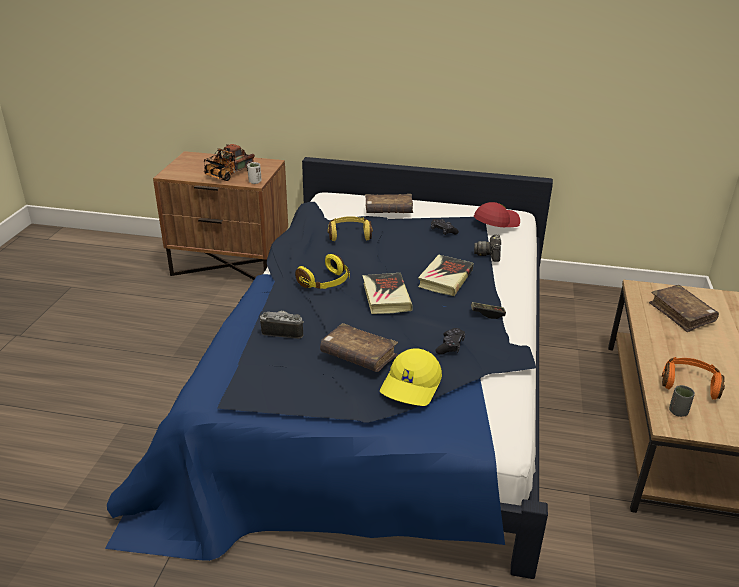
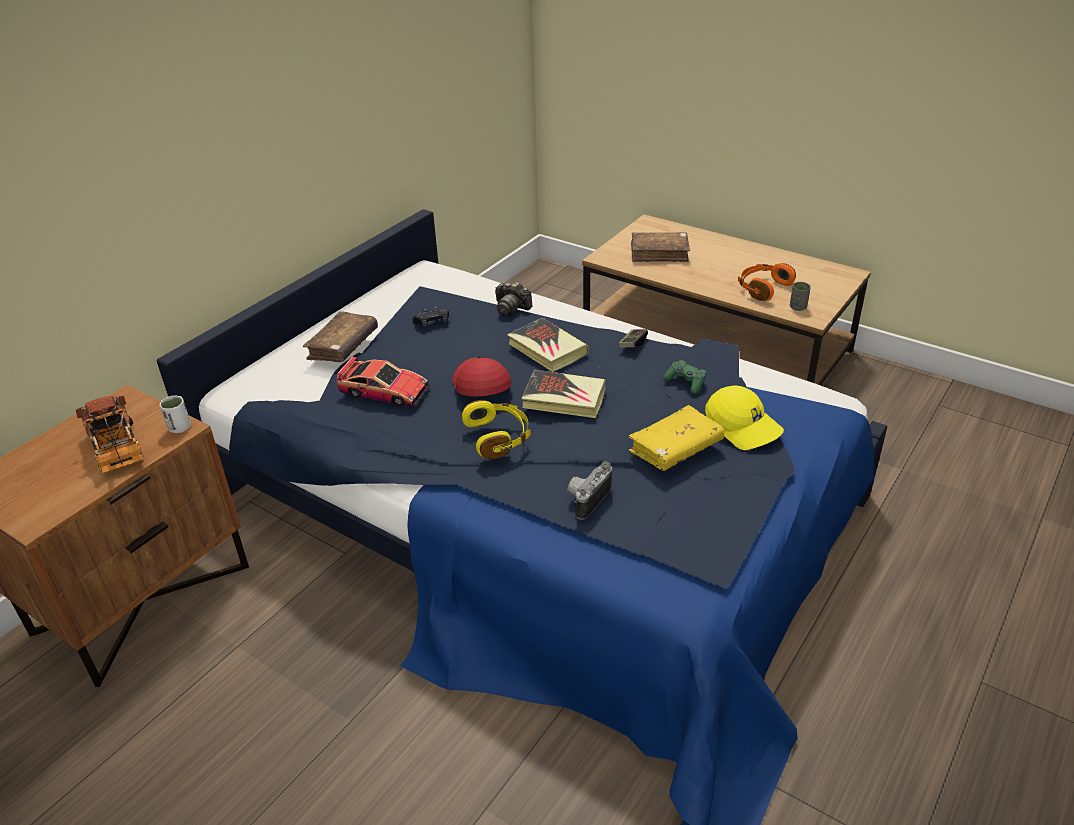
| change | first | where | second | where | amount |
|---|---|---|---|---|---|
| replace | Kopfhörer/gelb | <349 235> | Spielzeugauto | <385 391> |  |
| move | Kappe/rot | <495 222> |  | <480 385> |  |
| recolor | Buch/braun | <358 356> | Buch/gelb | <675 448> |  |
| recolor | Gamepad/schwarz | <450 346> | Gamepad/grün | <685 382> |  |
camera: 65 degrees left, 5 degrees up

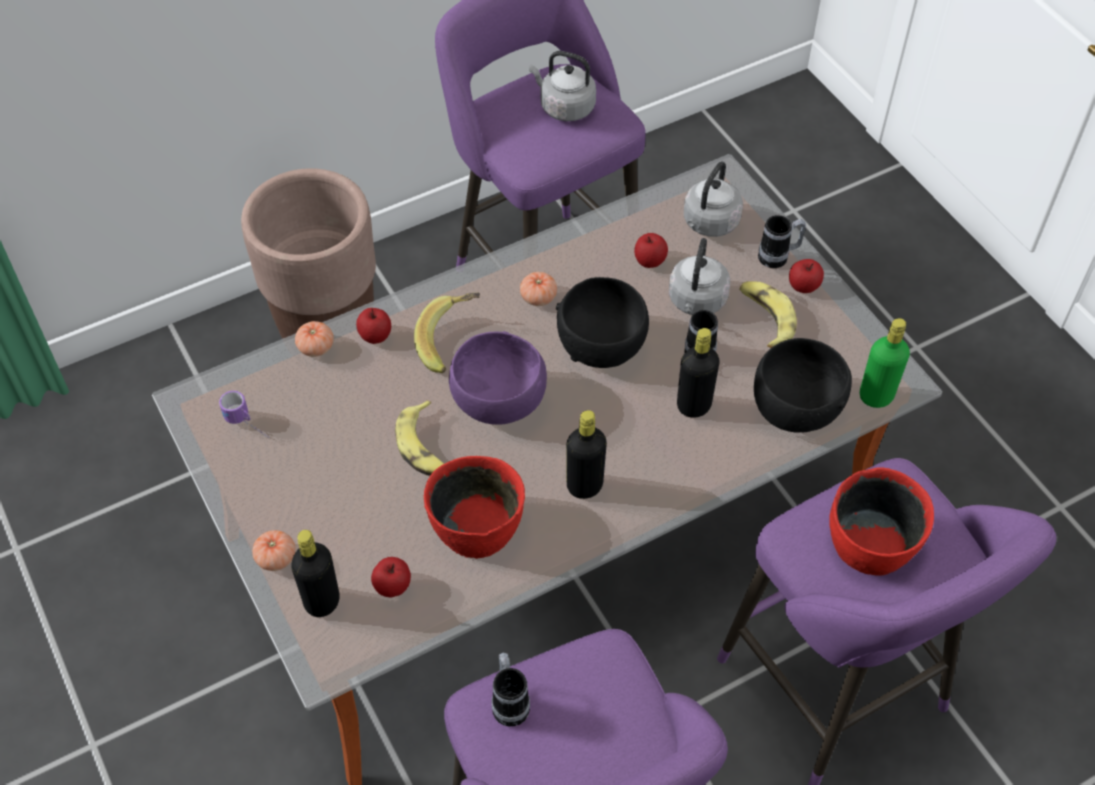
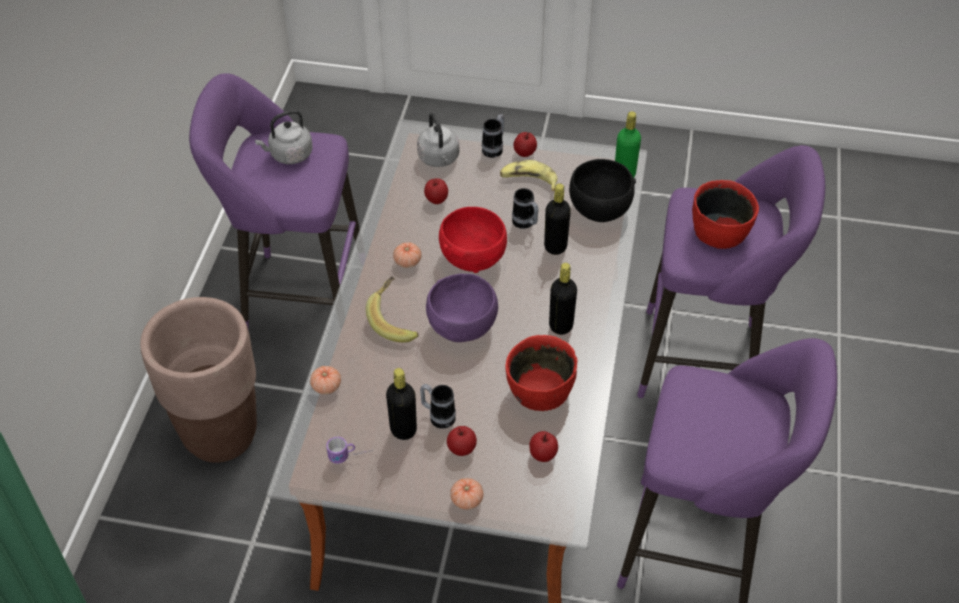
| change | first | where | second | where | amount |
|---|---|---|---|---|---|
| move | Flasche/schwarz | <322 601> |  | <403 429> |  |
| move | Henkelbecher | <509 702> |  | <438 416> |  |
| recolor | Schüssel/schwarz | <601 344> | Schüssel/rot | <472 256> |  |
| move | Apfel | <375 335> |  | <461 448> |  |
| delete | Banane | <424 447> |  |  |  |
| delete | Wasserkessel/grau | <696 302> |  |  |  |
camera: 50 degrees left, 5 degrees down

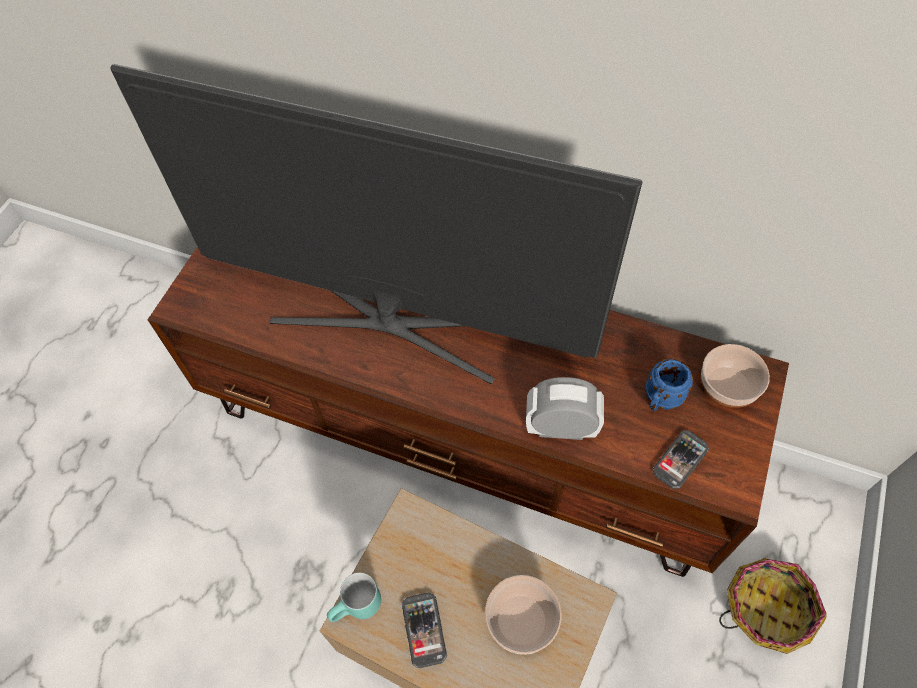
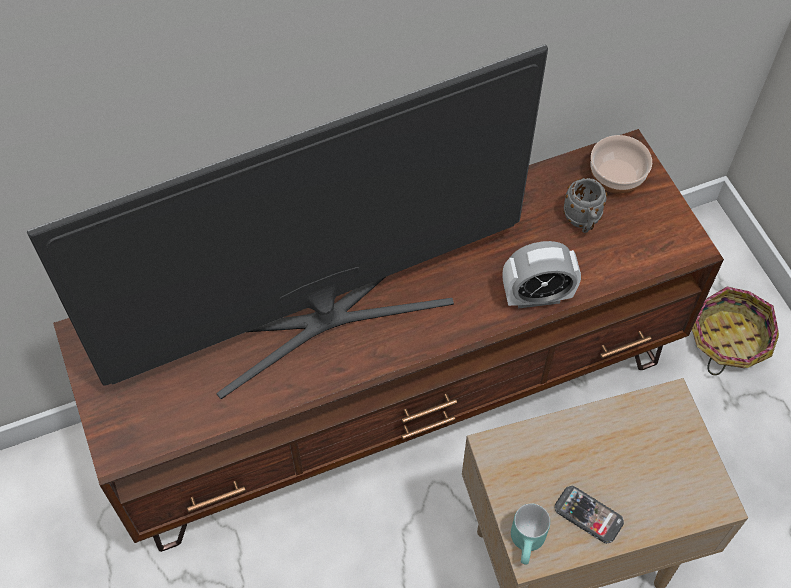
| change | first | where | second | where | amount |
|---|---|---|---|---|---|
| rotate | Wecker | <561 428> |  | <536 296> | 150 degrees counterclockwise |
| recolor | Henkelbecher/blau | <660 400> | Henkelbecher/grau | <582 221> |  |
| delete | Schüssel | <521 620> |  |  |  |
| delete | Handy | <680 460> |  |  |  |
camera: 45 degrees left, 0 degrees up

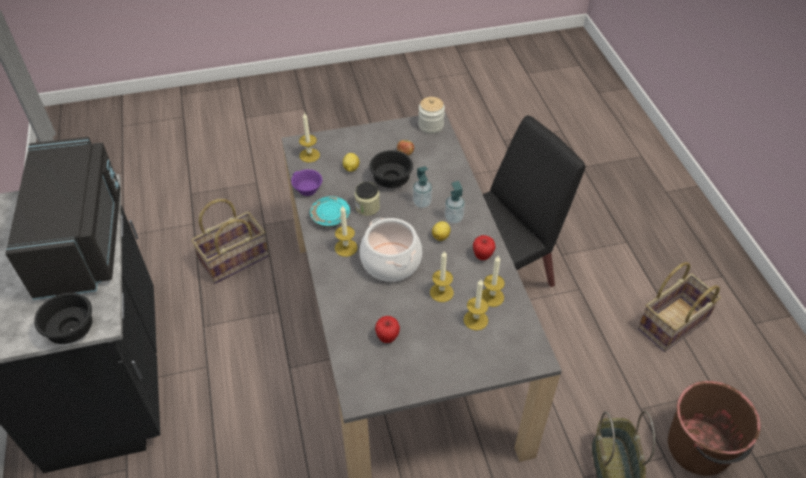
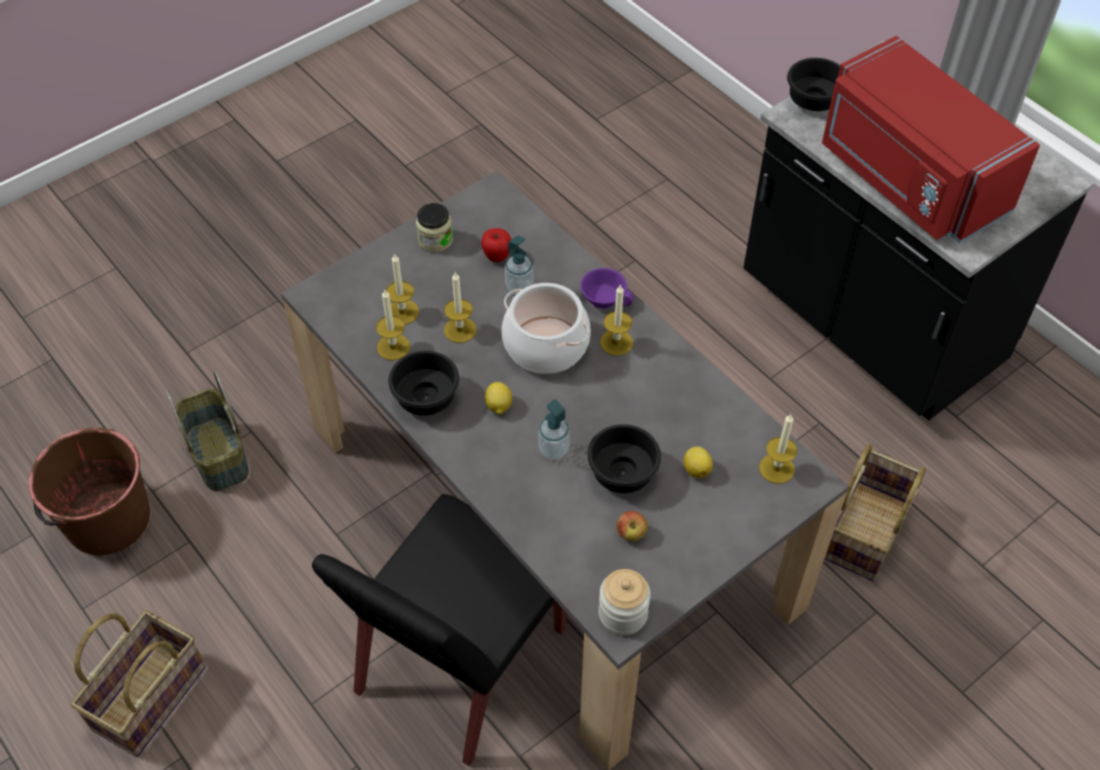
| change | first | where | second | where | amount |
|---|---|---|---|---|---|
| replace | Apfel | <482 256> | Schüssel/schwarz | <428 398> |  |
| move | Vorratsglas | <367 207> |  | <435 240> |  |
| move | Seifenspender | <453 218> |  | <519 287> |  |
| move | Tasse/lila | <306 189> |  | <605 297> |  |
| recolor | Mikrowelle/schwarz | <83 241> | Mikrowelle/rot | <908 179> |  |
| delete | Teller/türkis | <330 217> |  |  |  |
camera: 155 degrees right, 5 degrees up

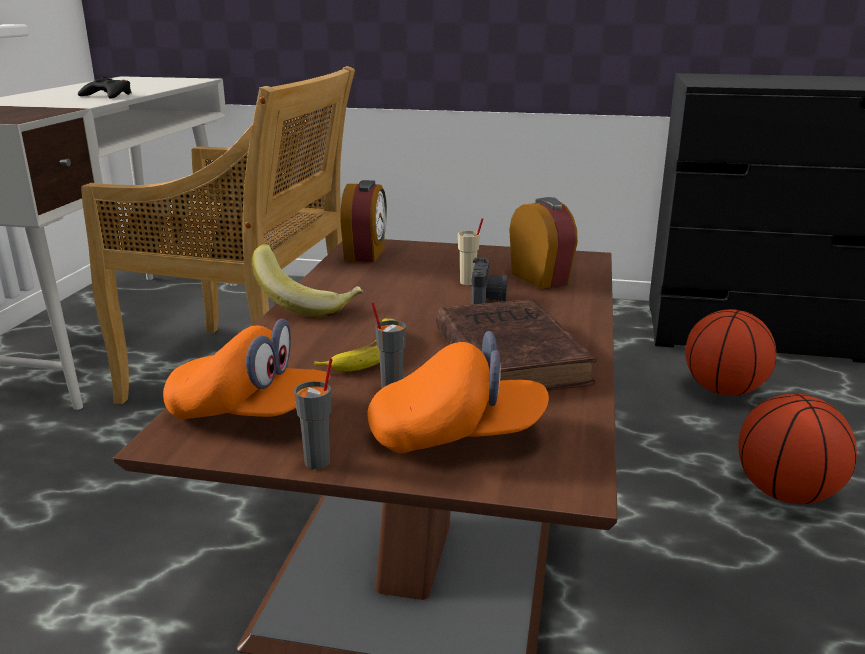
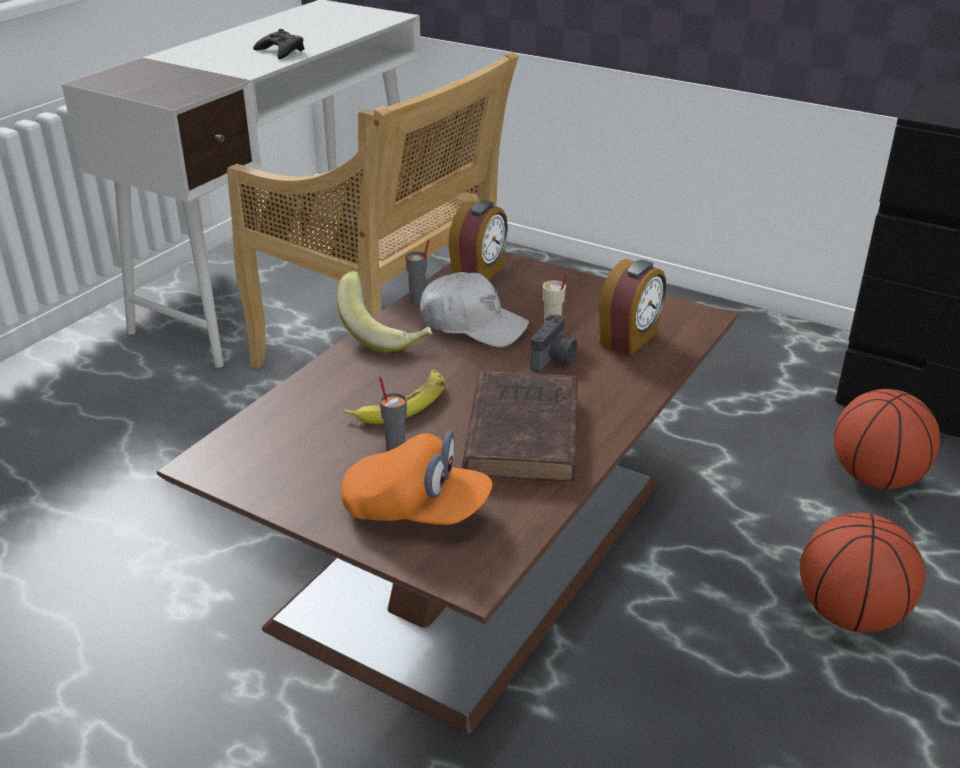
| change | first | where | second | where | amount |
|---|---|---|---|---|---|
| move | Tasse/grau | <318 461> |  | <418 300> |  |
| insert |  |  | Kappe/weiß | <473 325> |  |
| rotate | Wecker | <541 278> |  | <630 339> | 45 degrees clockwise |
| delete | Kappe/orange | <249 413> |  |  |  |
camera: 20 degrees right, 10 degrees up

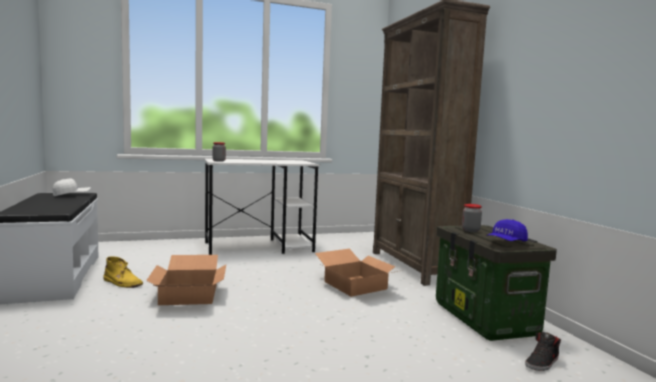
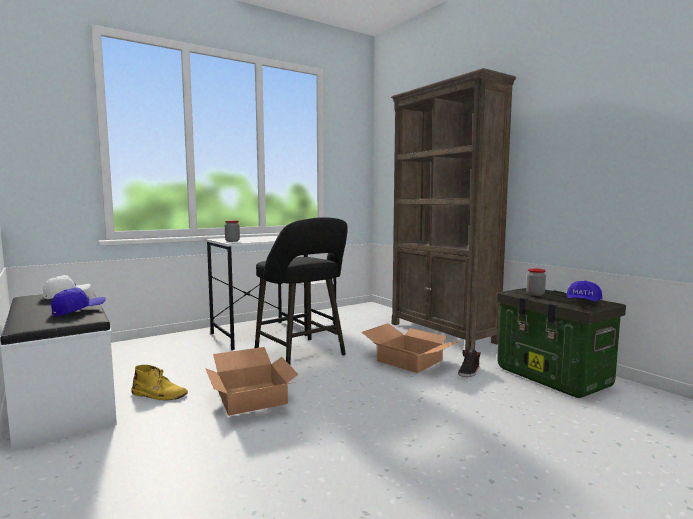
| change | first | where | second | where | amount |
|---|---|---|---|---|---|
| insert |  |  | Kappe/blau | <79 311> |  |
| insert |  |  | Hocker/schwarz | <302 355> |  |
| move | Schuh/schwarz | <542 363> |  | <469 372> |  |
camera: 15 degrees left, 0 degrees up

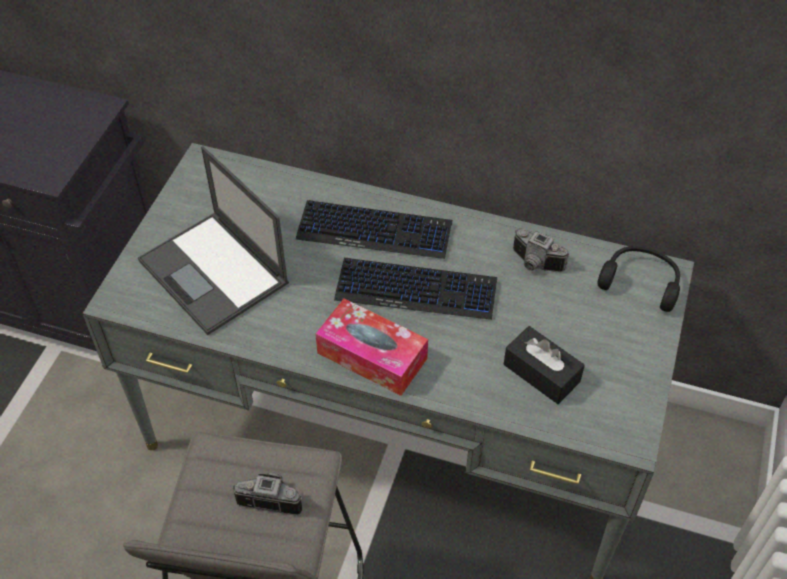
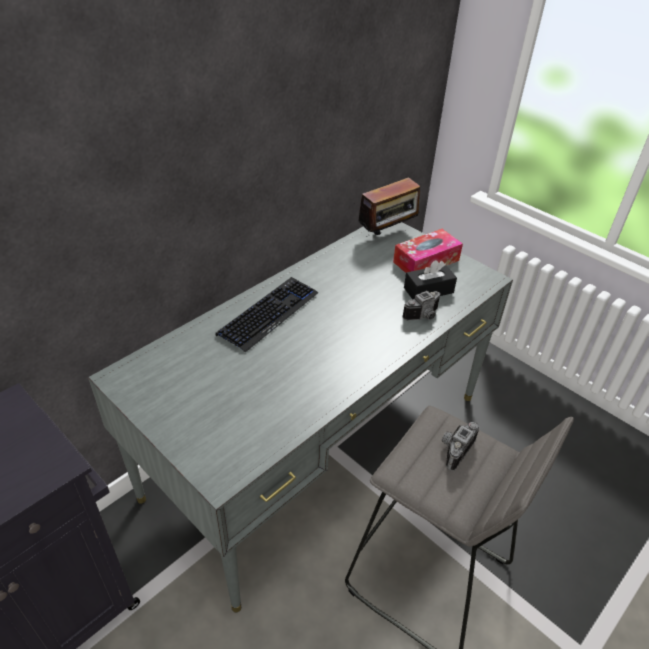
| change | first | where | second | where | amount |
|---|---|---|---|---|---|
| replace | Kopfhörer/schwarz | <640 282> | Radio | <388 234> |  |
| move | Taschentuchbox | <372 356> |  | <426 261> |  |
| move | Kamera | <534 264> |  | <424 316> |  |
| delete | Laptop | <215 273> |  |  |  |
| delete | Tastatur | <416 290> |  |  |  |
camera: 65 degrees left, 10 degrees down

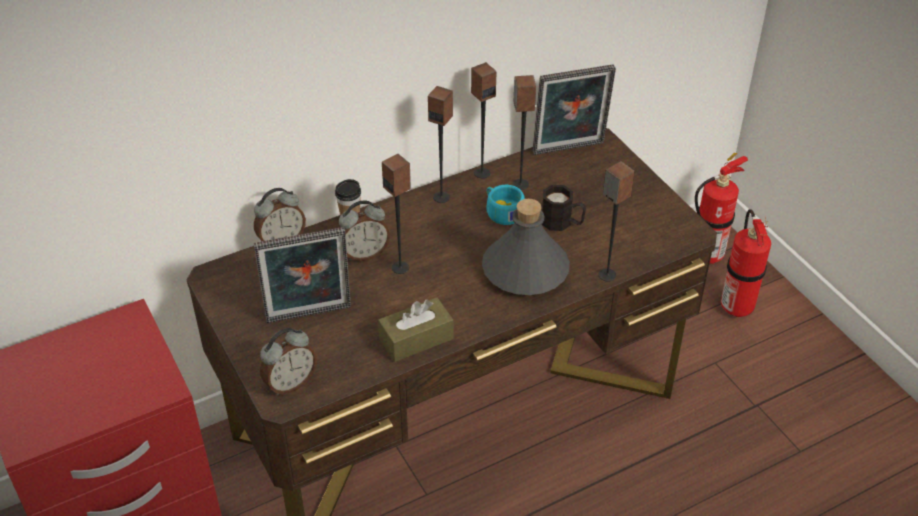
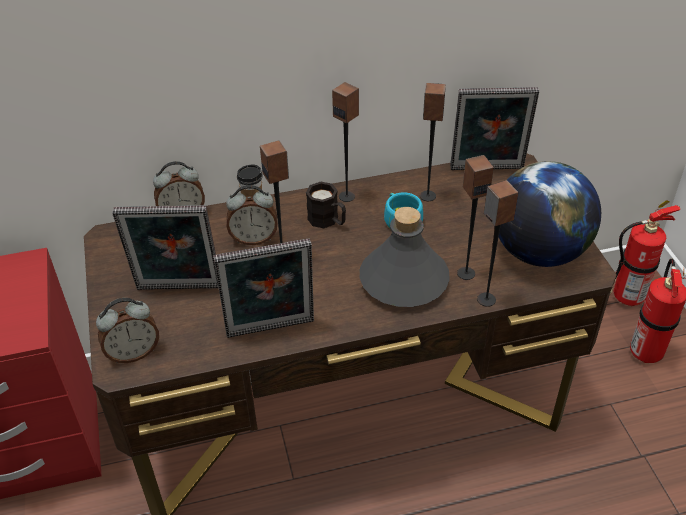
| change | first | where | second | where | amount |
|---|---|---|---|---|---|
| replace | Taschentuchbox/braun | <416 339> | Bilderrahmen | <271 331> |  |
| move | Henkelbecher/schwarz | <562 223> |  | <328 221> |  |
| move | Lautsprecher | <481 173> |  | <466 273> |  |
| insert |  |  | Globus | <538 252> |  |
camera: 15 degrees right, 0 degrees up

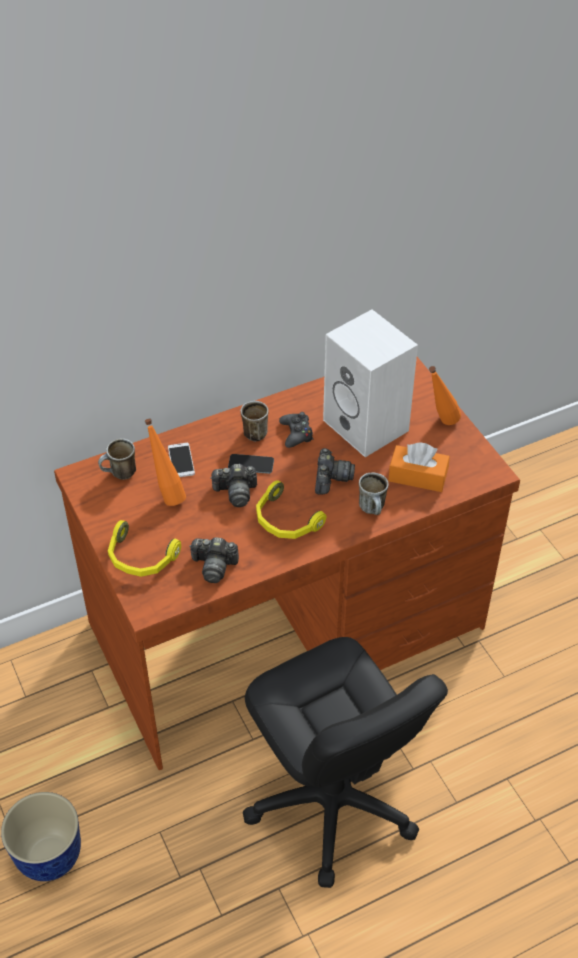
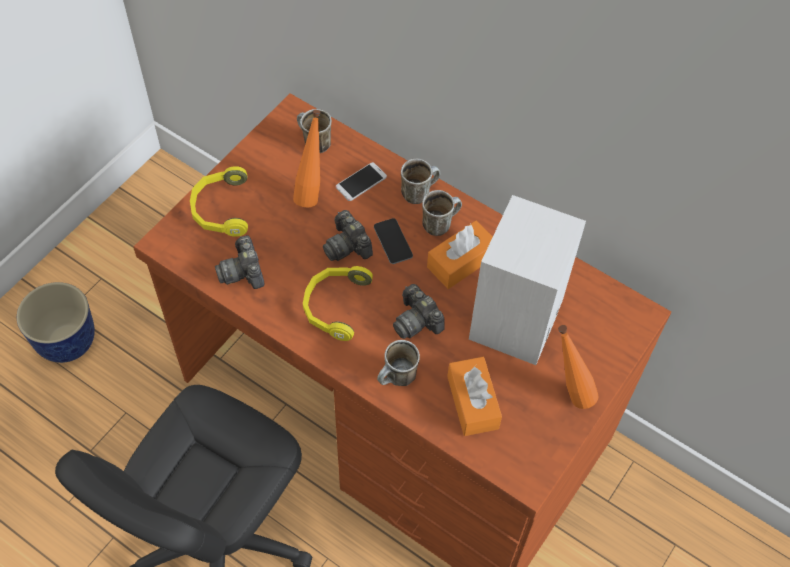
| change | first | where | second | where | amount |
|---|---|---|---|---|---|
| rotate | Kamera | <331 479> |  | <417 321> | 75 degrees clockwise |
| insert |  |  | Henkelbecher | <419 192> |  |
| replace | Gamepad/schwarz | <296 434> | Taschentuchbox/orange | <461 262> |  |
camera: 60 degrees right, 10 degrees up

